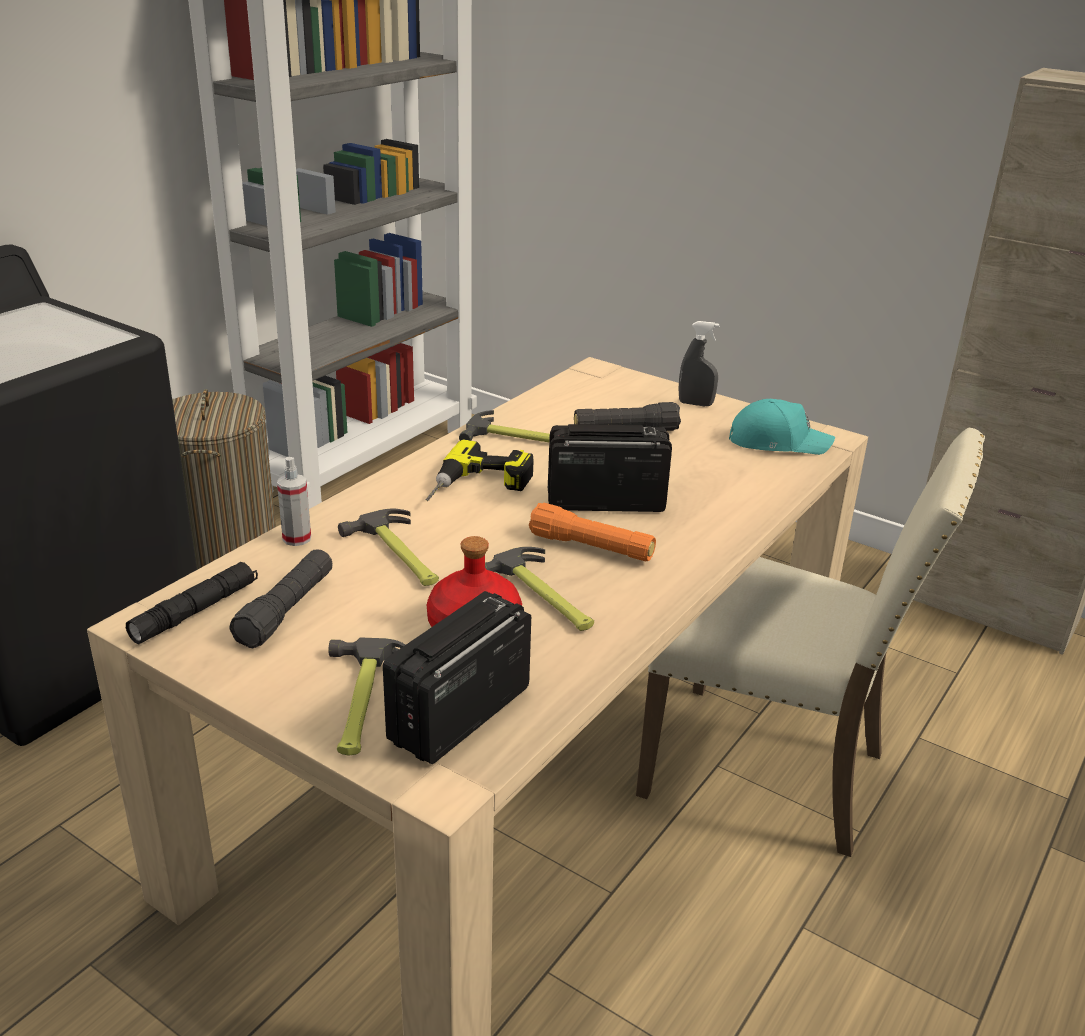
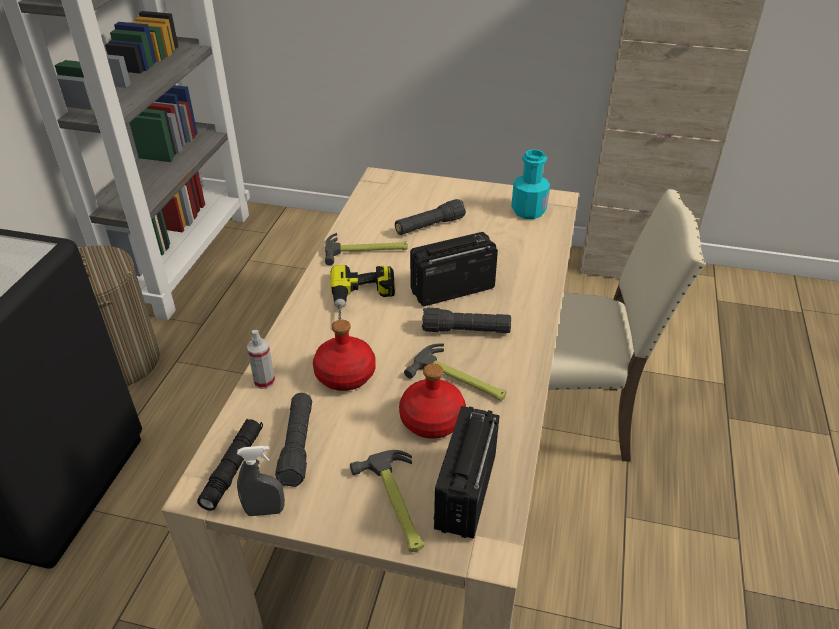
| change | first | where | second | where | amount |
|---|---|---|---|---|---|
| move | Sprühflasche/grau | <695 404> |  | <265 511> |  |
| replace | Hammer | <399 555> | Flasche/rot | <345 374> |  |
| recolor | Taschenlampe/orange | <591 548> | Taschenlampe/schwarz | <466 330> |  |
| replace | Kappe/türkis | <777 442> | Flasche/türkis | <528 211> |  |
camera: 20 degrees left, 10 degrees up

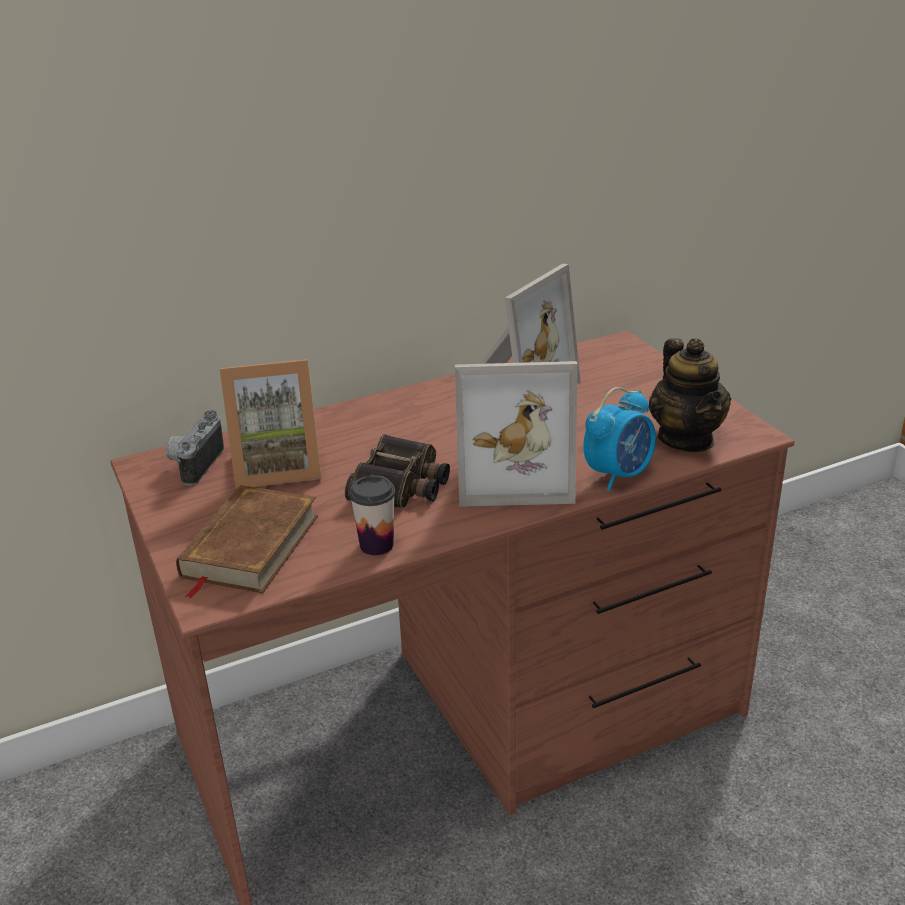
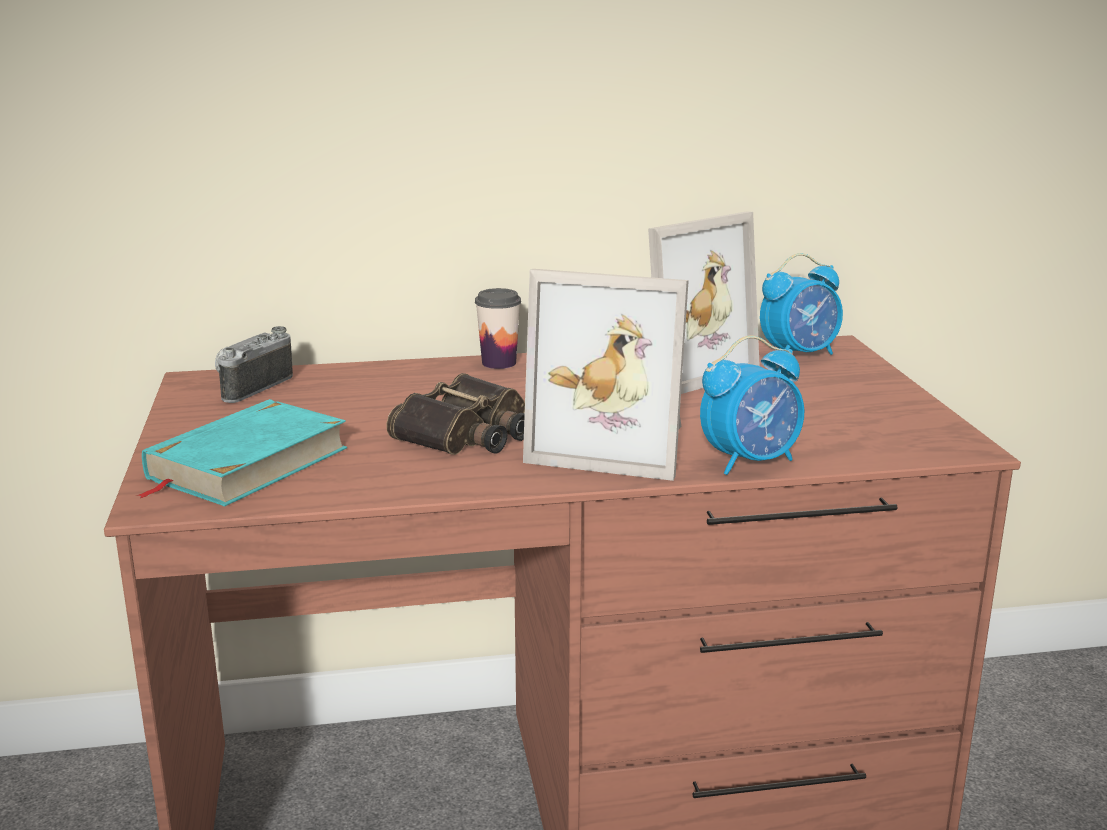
| change | first | where | second | where | amount |
|---|---|---|---|---|---|
| recolor | Buch/braun | <249 546> | Buch/türkis | <247 463> |  |
| move | Tasse | <376 545> |  | <499 363> |  |
| insert |  |  | Wecker | <799 355> |  |
| delete | Bilderrahmen | <277 467> |  |  |  |
| delete | Teekanne | <686 439> |  |  |  |
camera: 15 degrees right, 10 degrees down

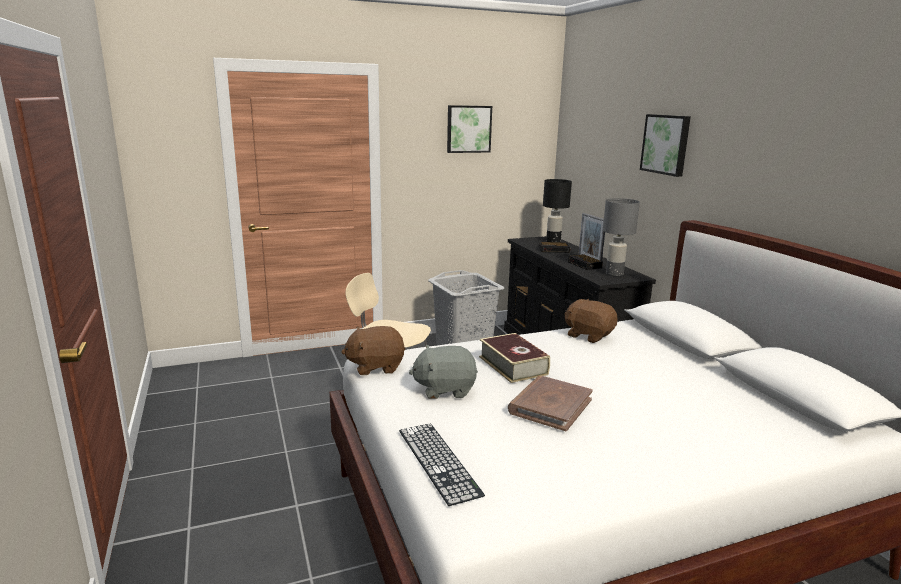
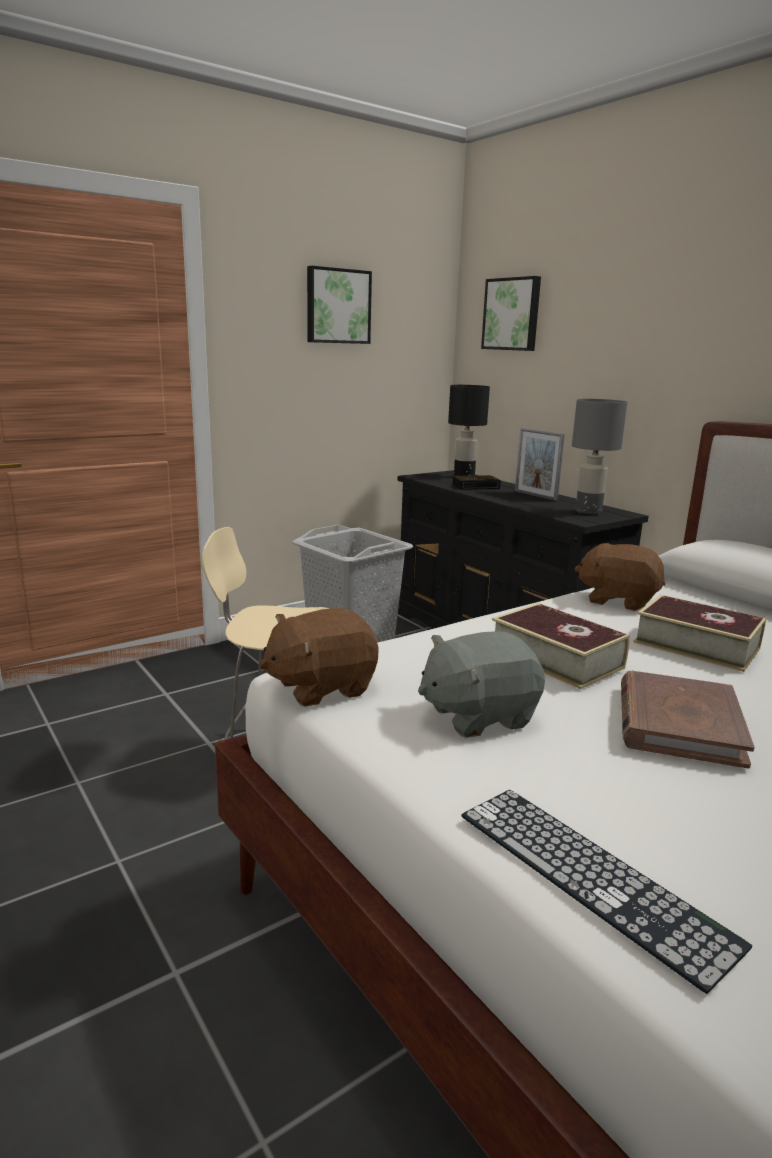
| change | first | where | second | where | amount |
|---|---|---|---|---|---|
| move | Bild | <666 144> |  | <512 314> |  |
| insert |  |  | Buch | <696 645> |  |
| delete | Wecker | <585 265> |  |  |  |
camera: 15 degrees left, 0 degrees up

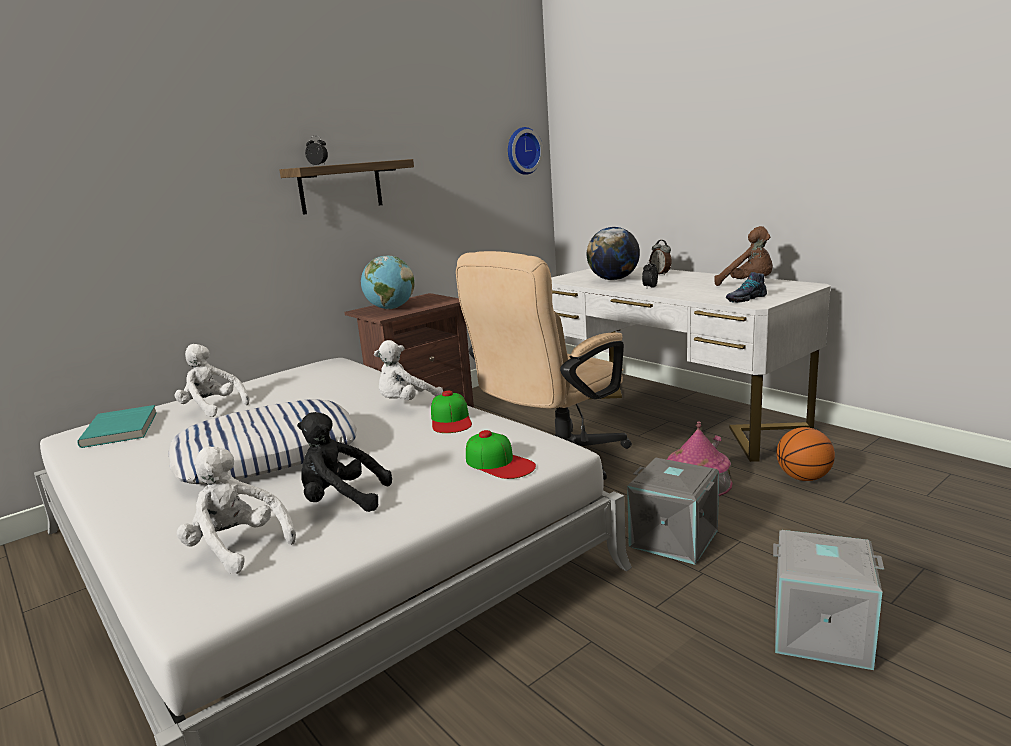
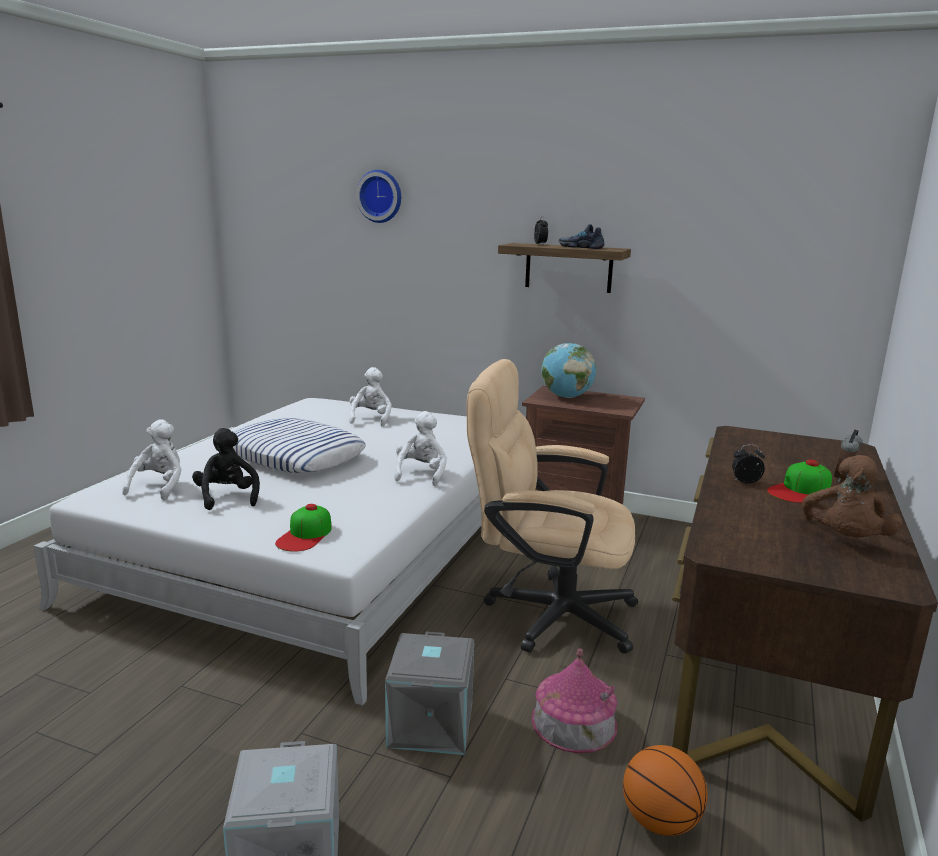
| change | first | where | second | where | amount |
|---|---|---|---|---|---|
| move | Wanduhr | <522 151> |  | <380 196> |  |
| rotate | Plüschtier/weiß | <407 403> |  | <421 474> | 75 degrees clockwise |
| move | Schuh | <745 298> |  | <581 247> |  |
| recolor | Schreibtisch/weiß | <671 412> | Schreibtisch/braun | <767 667> |  |
| move | Kappe | <451 420> |  | <800 490> |  |
| delete | Buch/türkis | <122 429> |  |  |  |
| delete | Globus | <613 279> |  |  |  |
camera: 60 degrees right, 0 degrees up

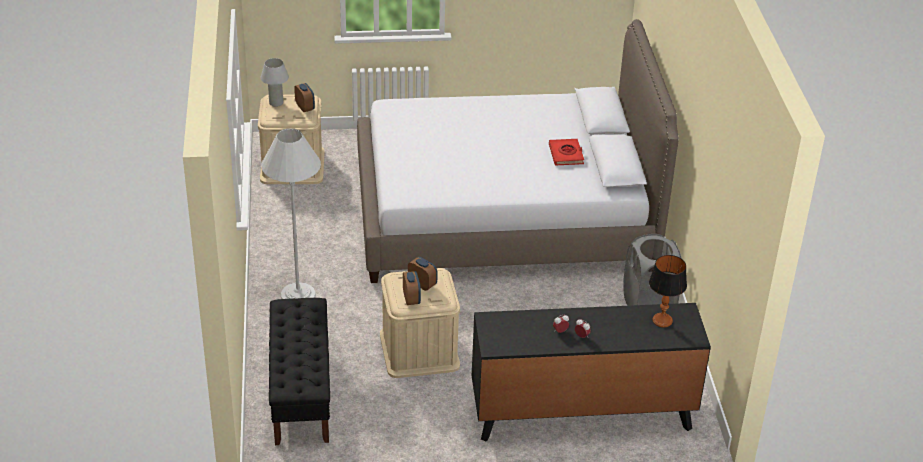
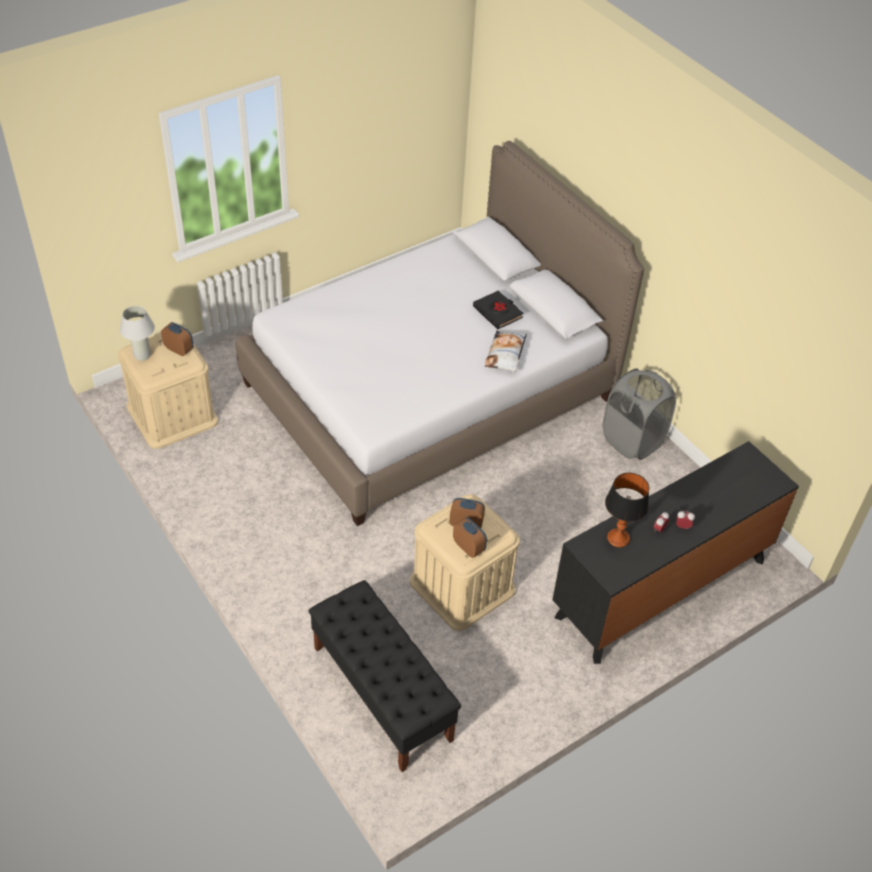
| change | first | where | second | where | amount |
|---|---|---|---|---|---|
| recolor | Buch/rot | <566 155> | Buch/schwarz | <498 312> |  |
| insert |  |  | Kissen | <506 354> |  |
| move | Tischlampe | <662 320> |  | <618 538> |  |
| delete | Stehlampe/weiß | <298 295> |  |  |  |
camera: 30 degrees left, 10 degrees up

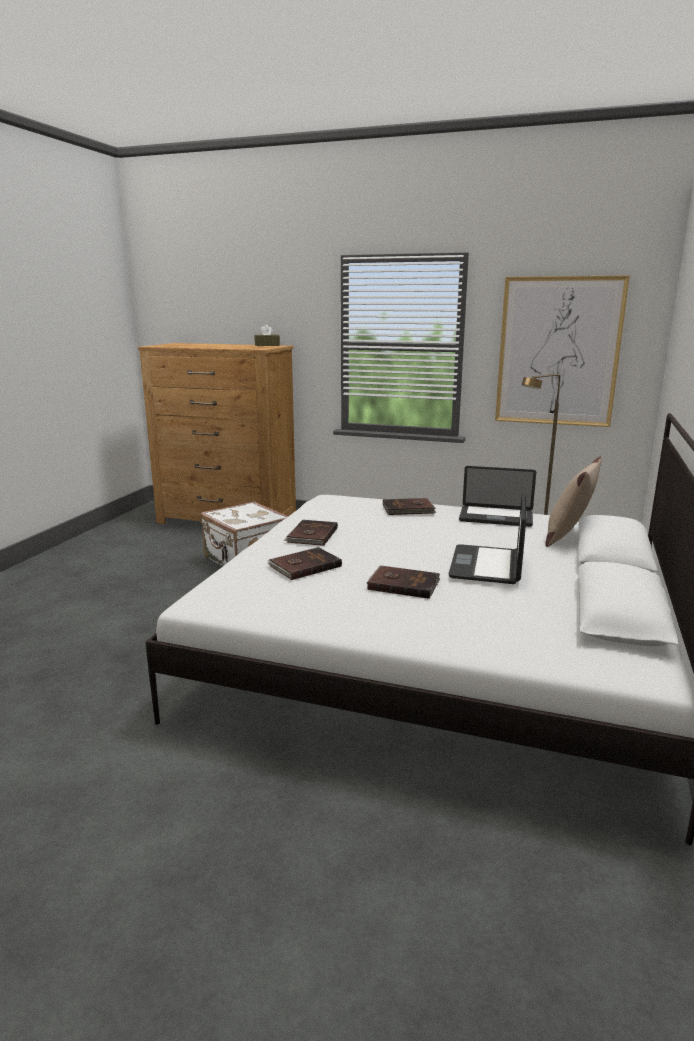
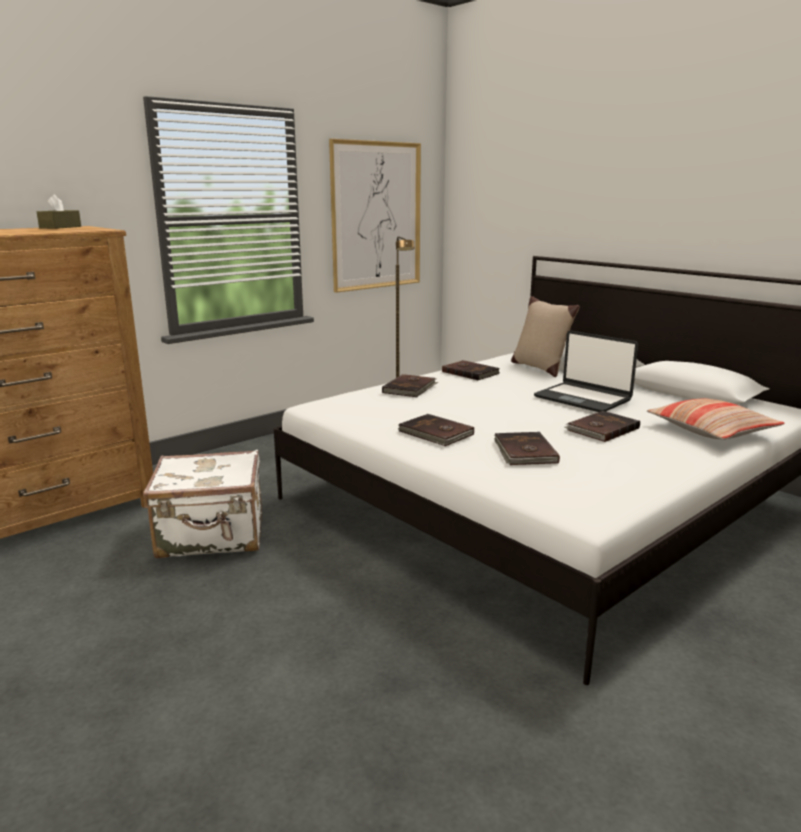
| change | first | where | second | where | amount |
|---|---|---|---|---|---|
| replace | Laptop | <496 517> | Buch/braun | <470 372> |  |
| insert |  |  | Kissen | <711 430> |  |
camera: 60 degrees left, 0 degrees up

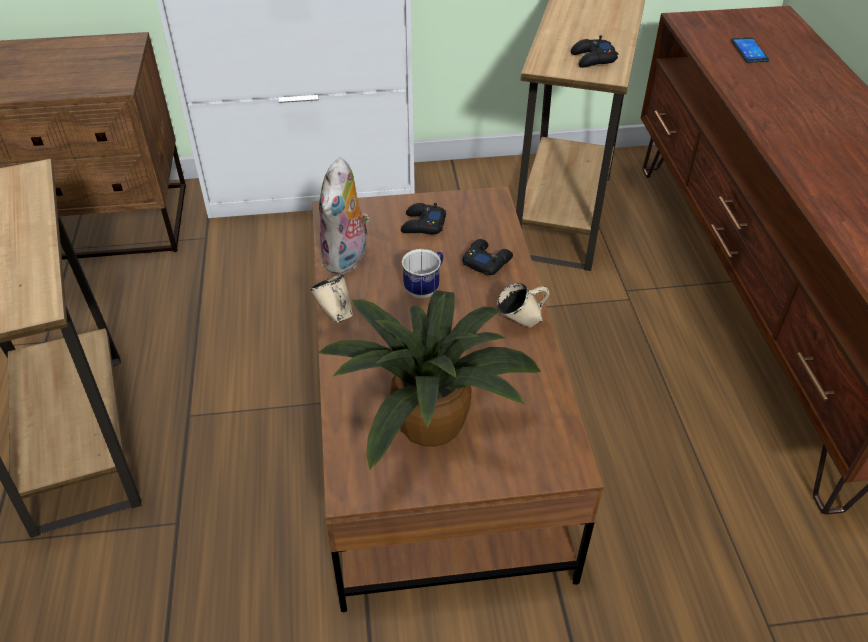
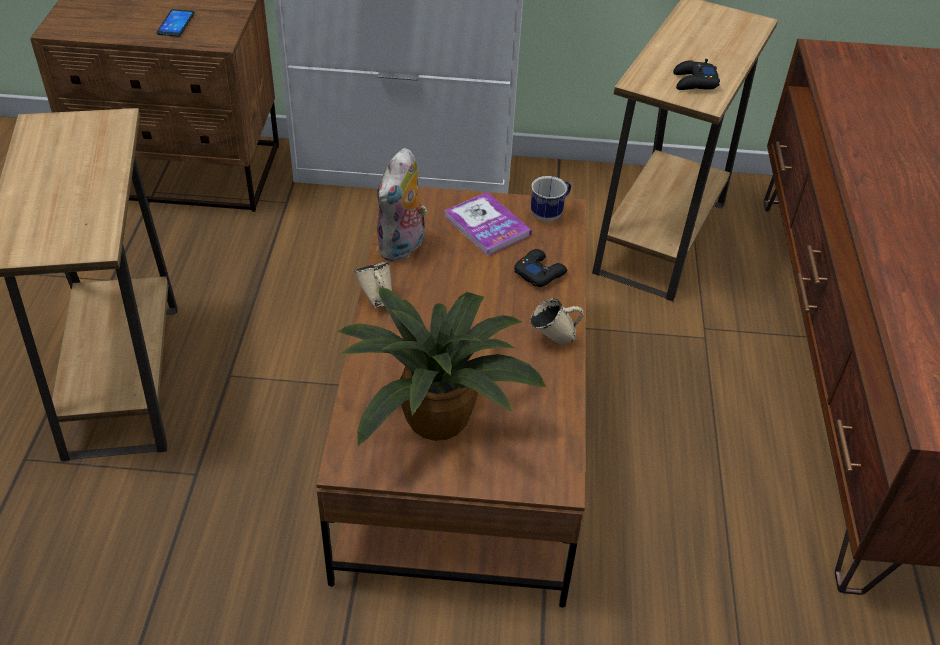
| change | first | where | second | where | amount |
|---|---|---|---|---|---|
| move | Handy | <749 51> |  | <176 24> |  |
| replace | Gamepad/schwarz | <422 225> | Buch | <487 225> |  |
| move | Henkelbecher | <425 288> |  | <550 213> |  |
camera: 10 degrees right, 0 degrees up

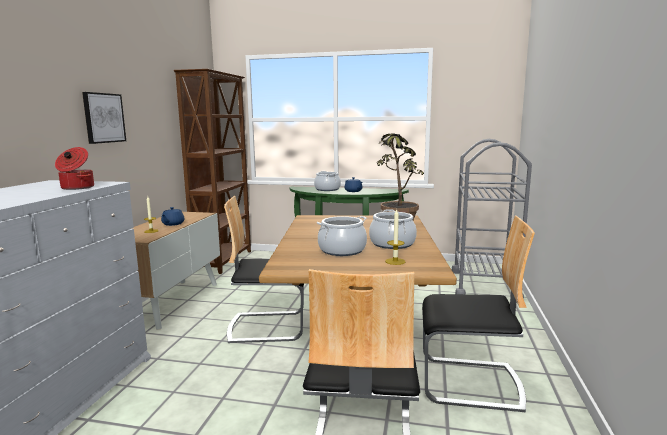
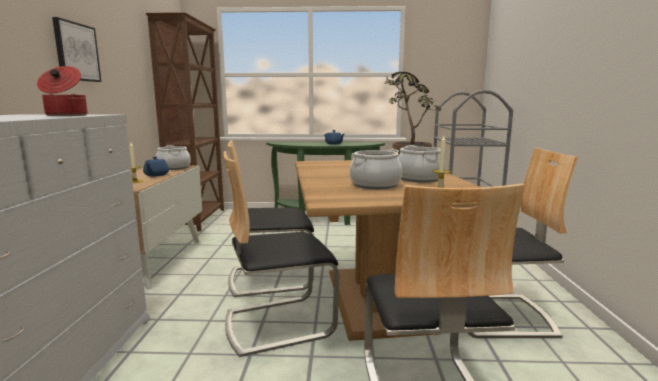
| change | first | where | second | where | amount |
|---|---|---|---|---|---|
| move | Kochtopf | <327 189> |  | <174 168> |  |
| insert |  |  | Stuhl | <278 322> |  |
camera: 10 degrees left, 0 degrees up

